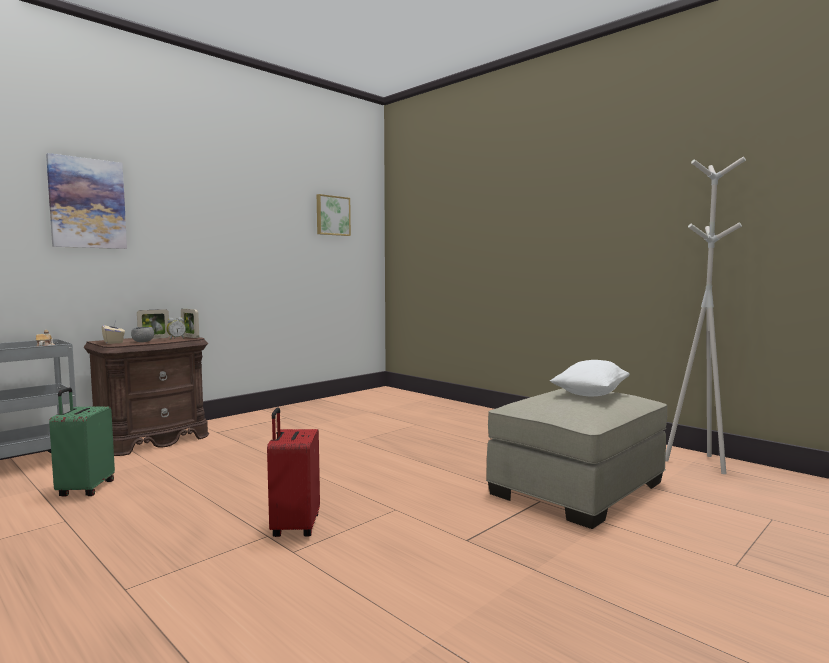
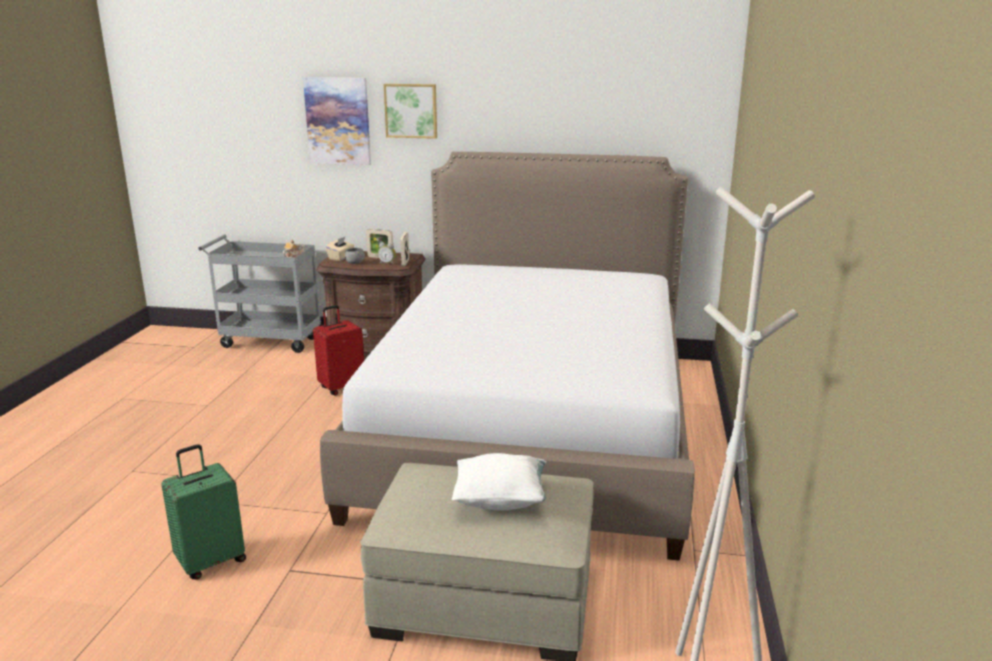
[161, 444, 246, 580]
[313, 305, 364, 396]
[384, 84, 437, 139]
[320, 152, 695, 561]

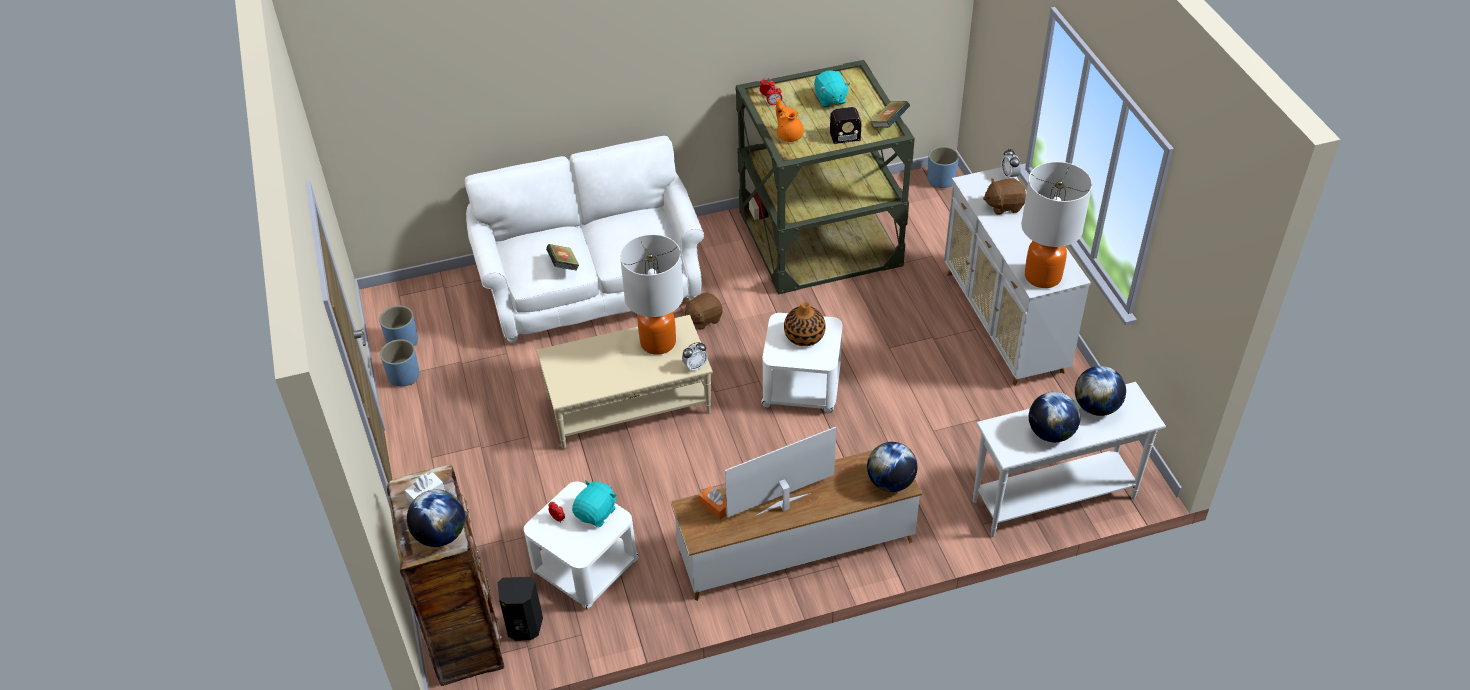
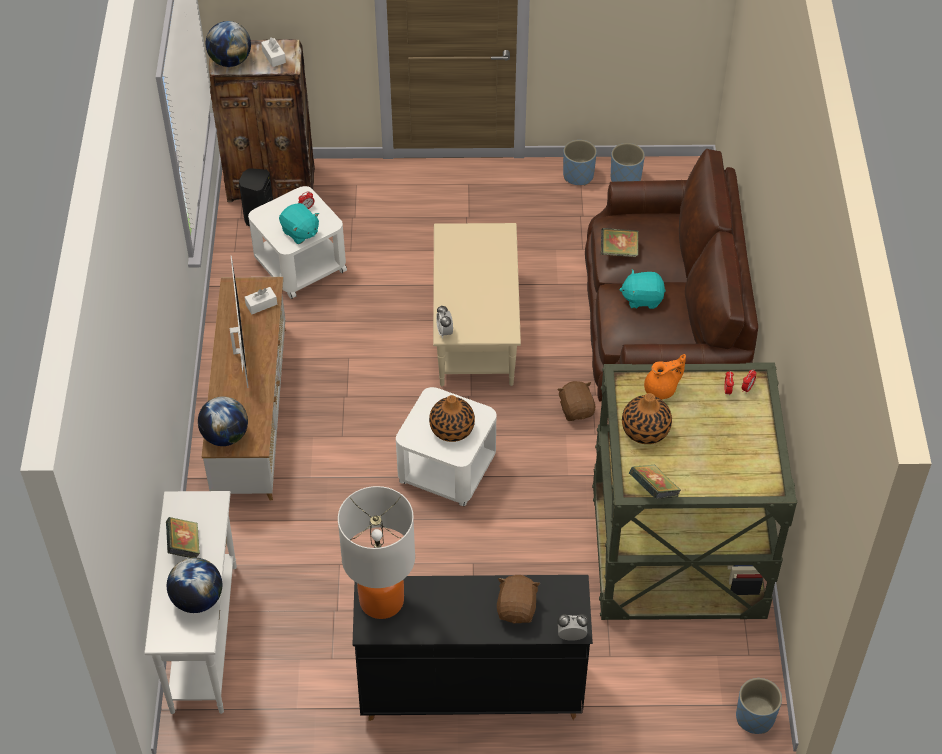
[585, 149, 758, 402]
[620, 234, 684, 355] (first image)
[245, 287, 277, 314]
[622, 393, 672, 444]
[619, 269, 666, 309]
[352, 575, 593, 721]
[166, 517, 200, 558]

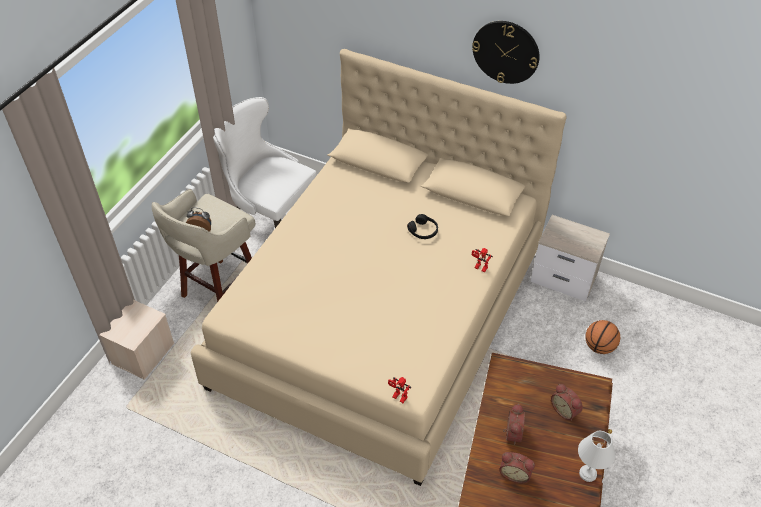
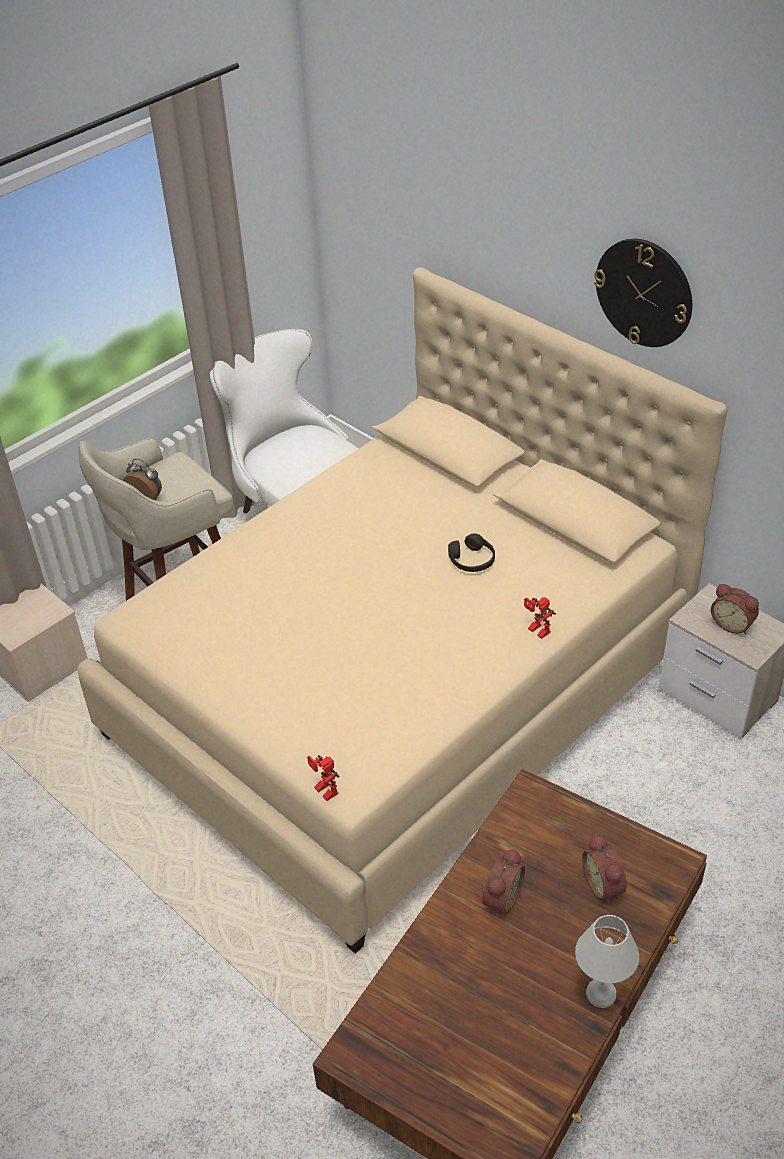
[711, 584, 759, 635]
[585, 320, 620, 354] (first image)

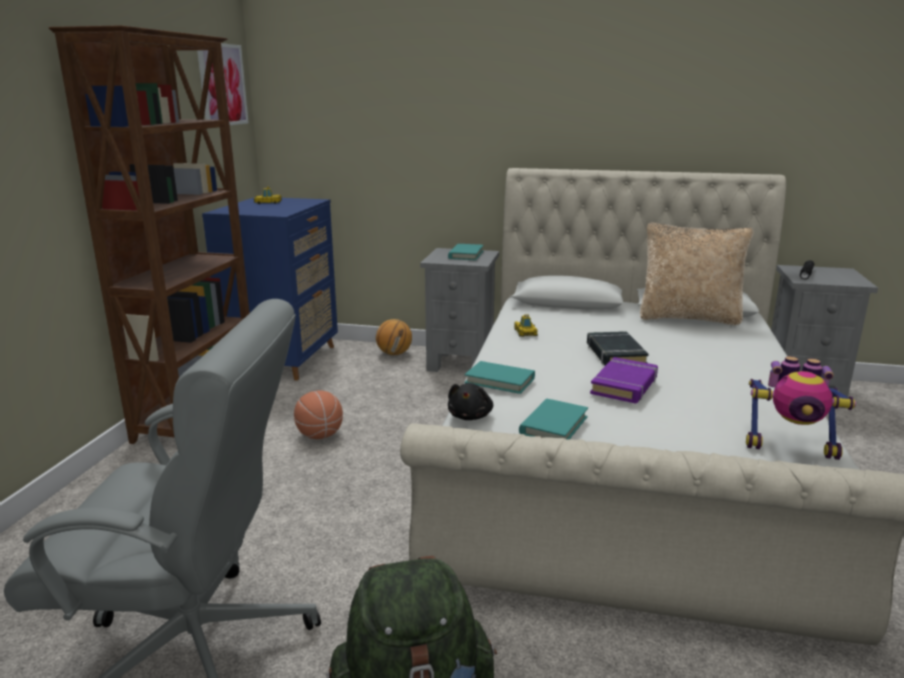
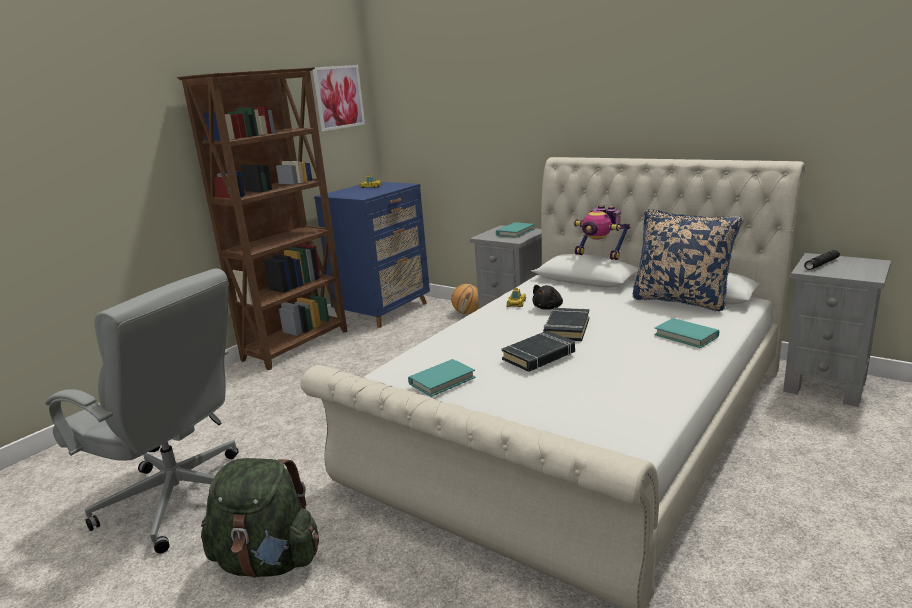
[294, 390, 343, 439] (first image)
[532, 285, 563, 310]
[654, 318, 719, 348]
[501, 331, 575, 372]
[633, 209, 744, 311]
[574, 205, 631, 260]

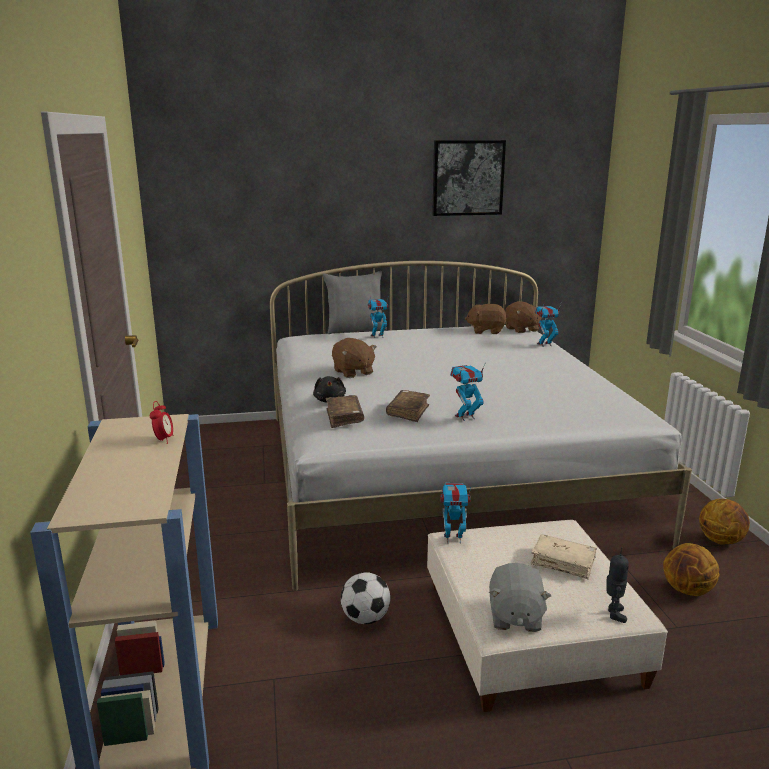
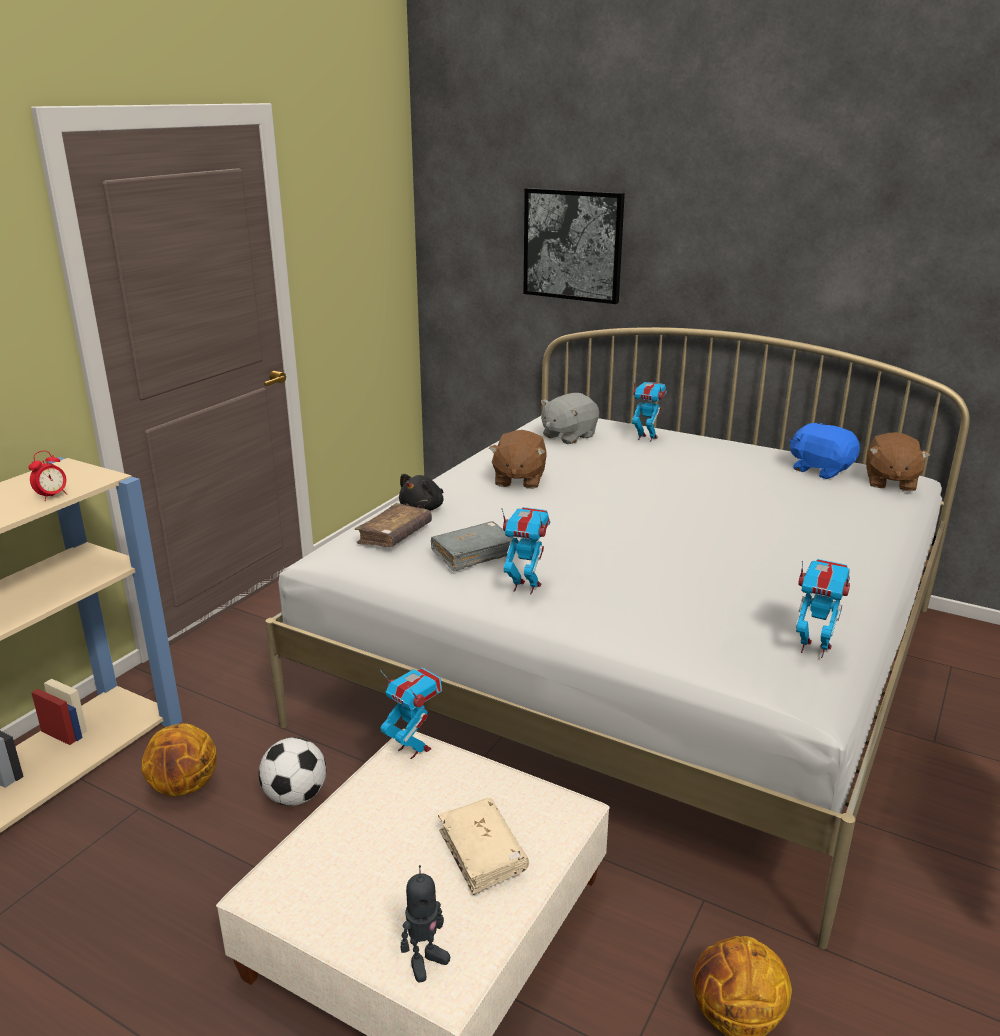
[323, 271, 387, 334] (first image)
[431, 521, 514, 571]
[524, 188, 625, 304]
[789, 423, 860, 479]
[540, 393, 599, 444]
[796, 559, 850, 658]
[141, 723, 217, 797]

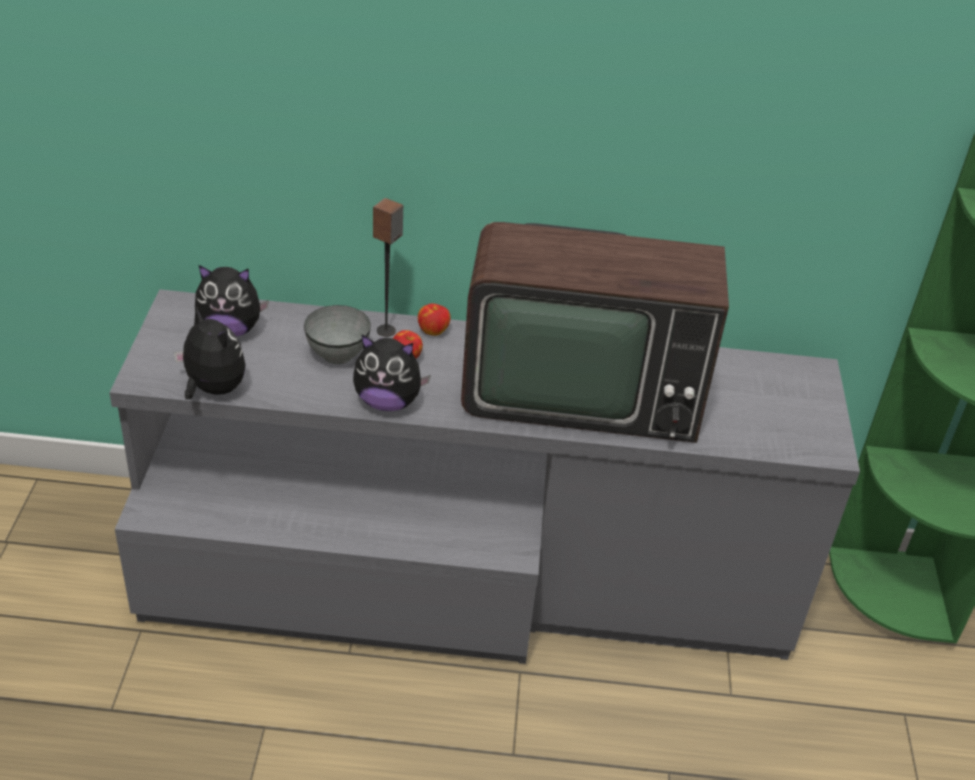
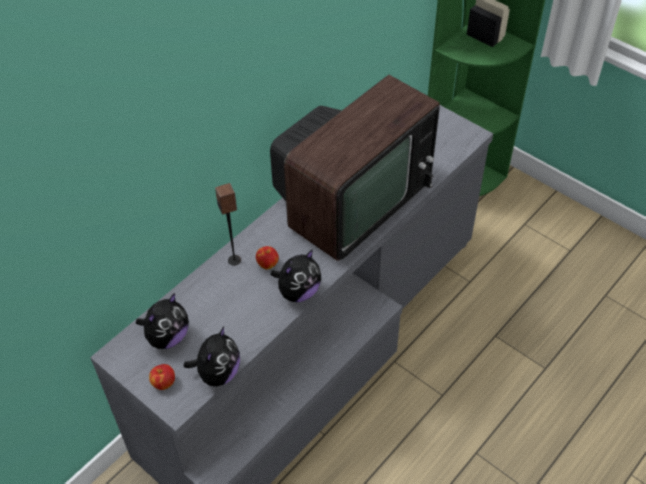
[184, 326, 240, 386]
[304, 305, 371, 364] (first image)
[149, 364, 175, 390]

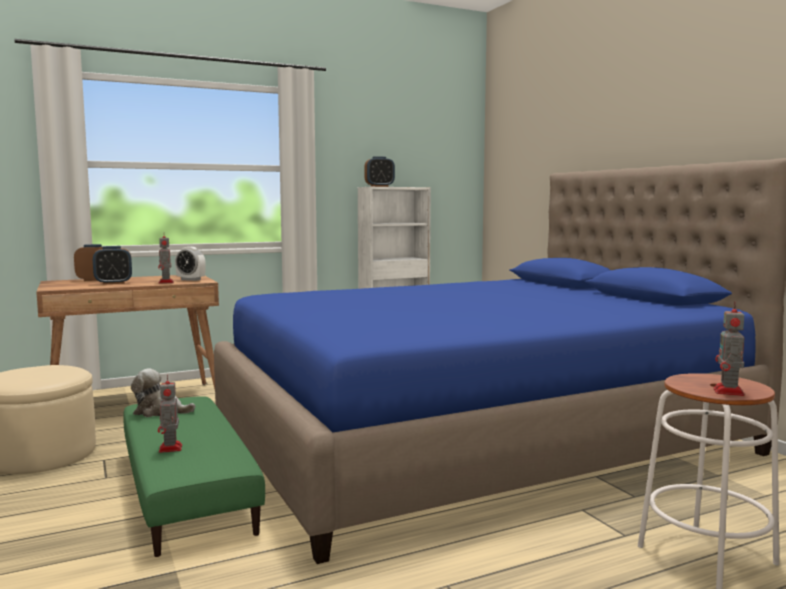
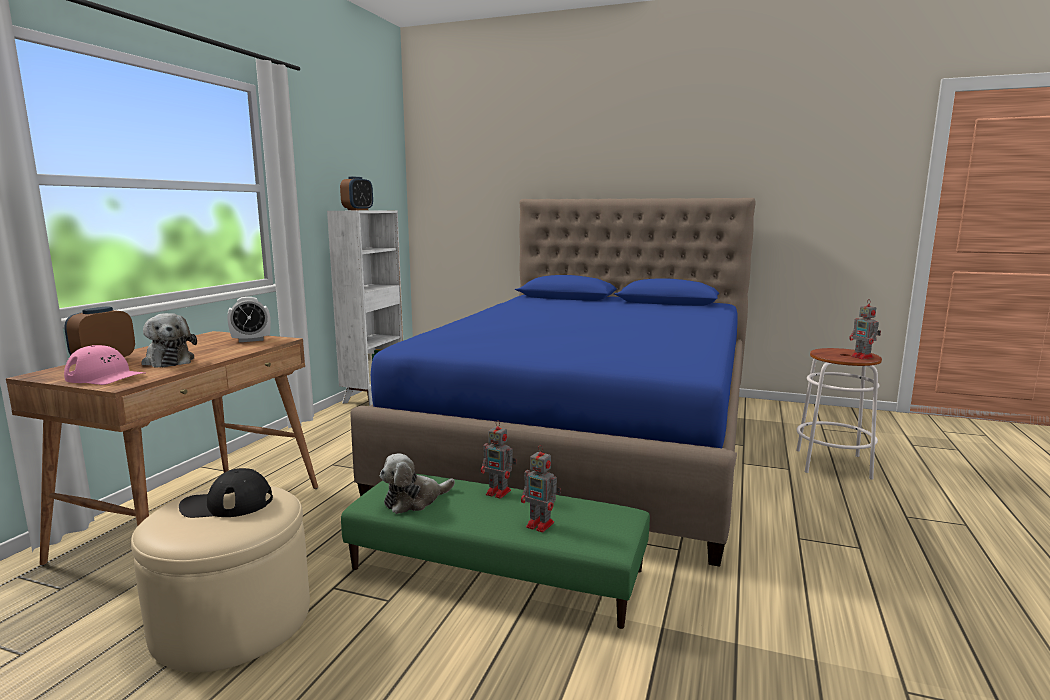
[141, 313, 197, 367]
[481, 420, 516, 499]
[64, 345, 146, 385]
[179, 468, 273, 518]

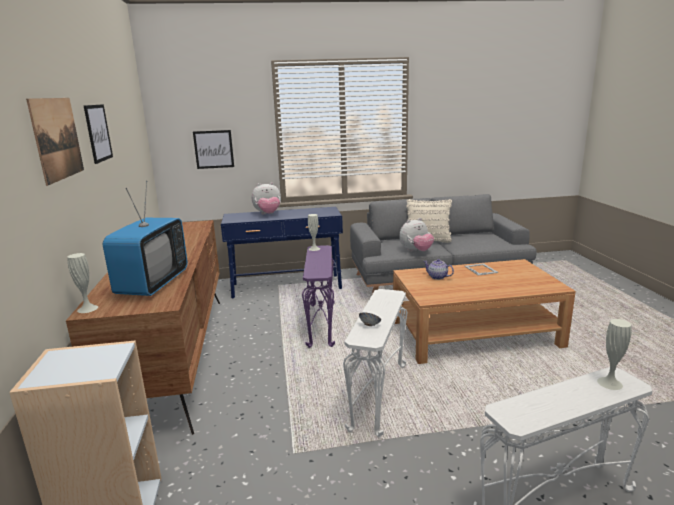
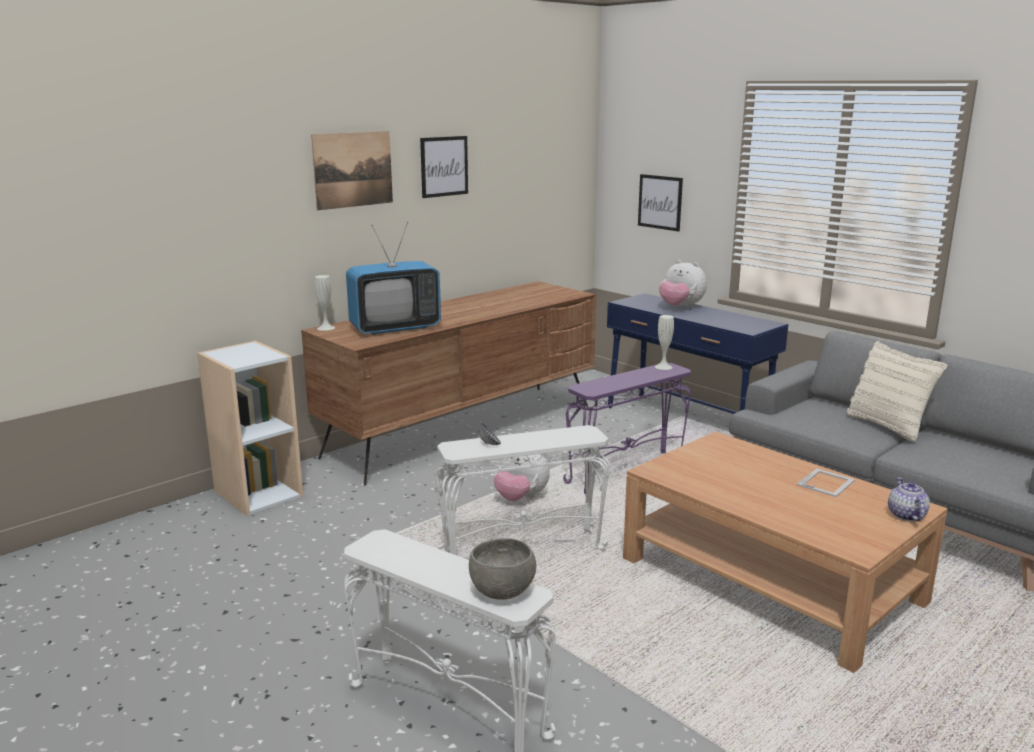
[494, 454, 550, 501]
[888, 477, 930, 521]
[469, 538, 536, 600]

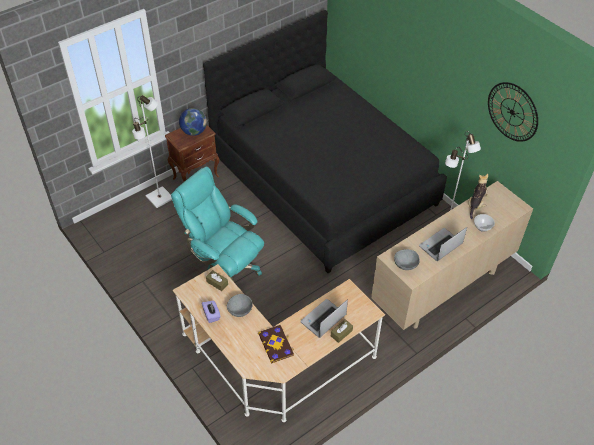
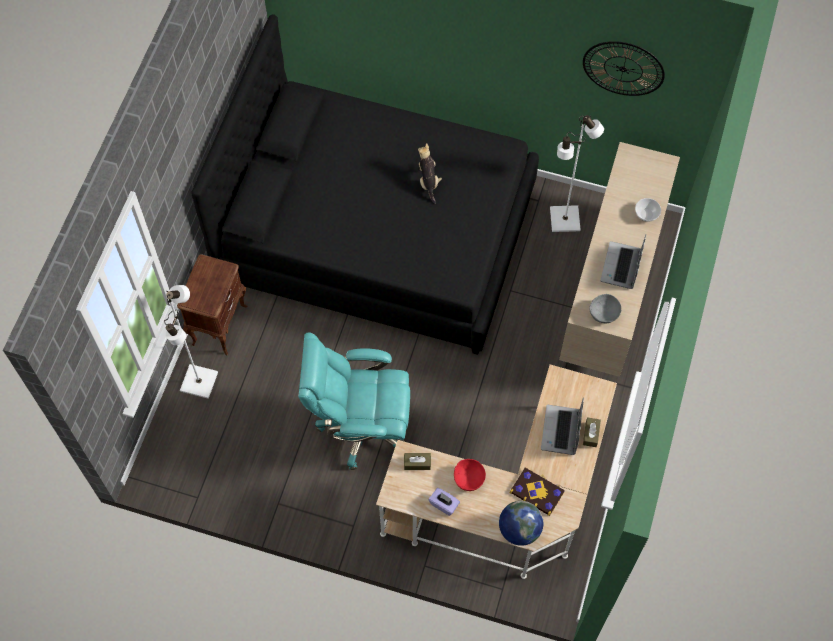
[499, 501, 543, 546]
[454, 459, 486, 491]
[418, 143, 442, 204]

